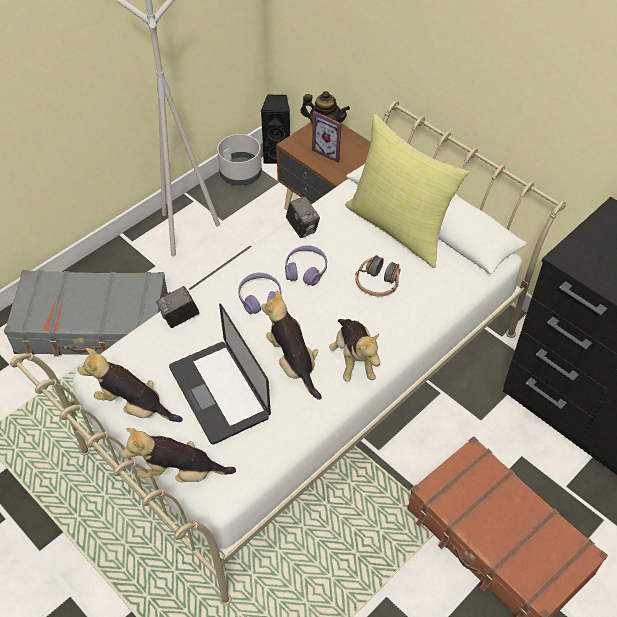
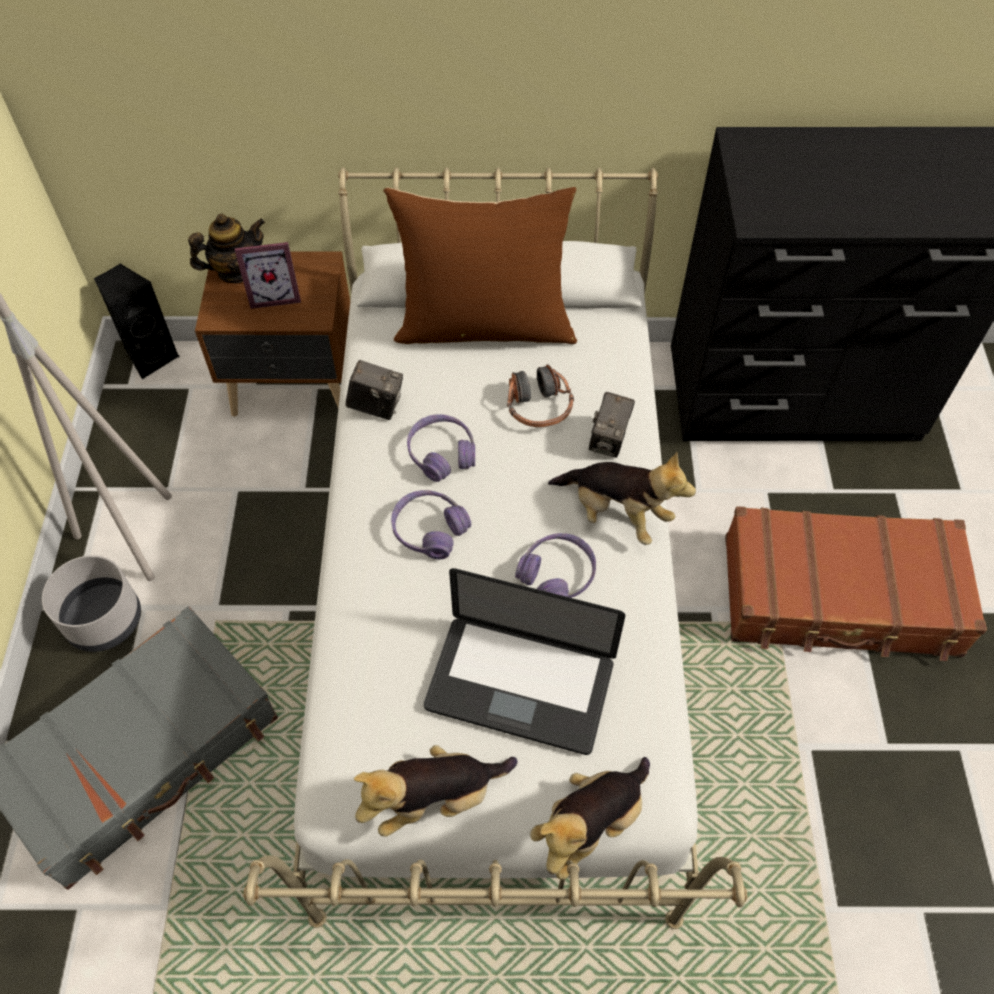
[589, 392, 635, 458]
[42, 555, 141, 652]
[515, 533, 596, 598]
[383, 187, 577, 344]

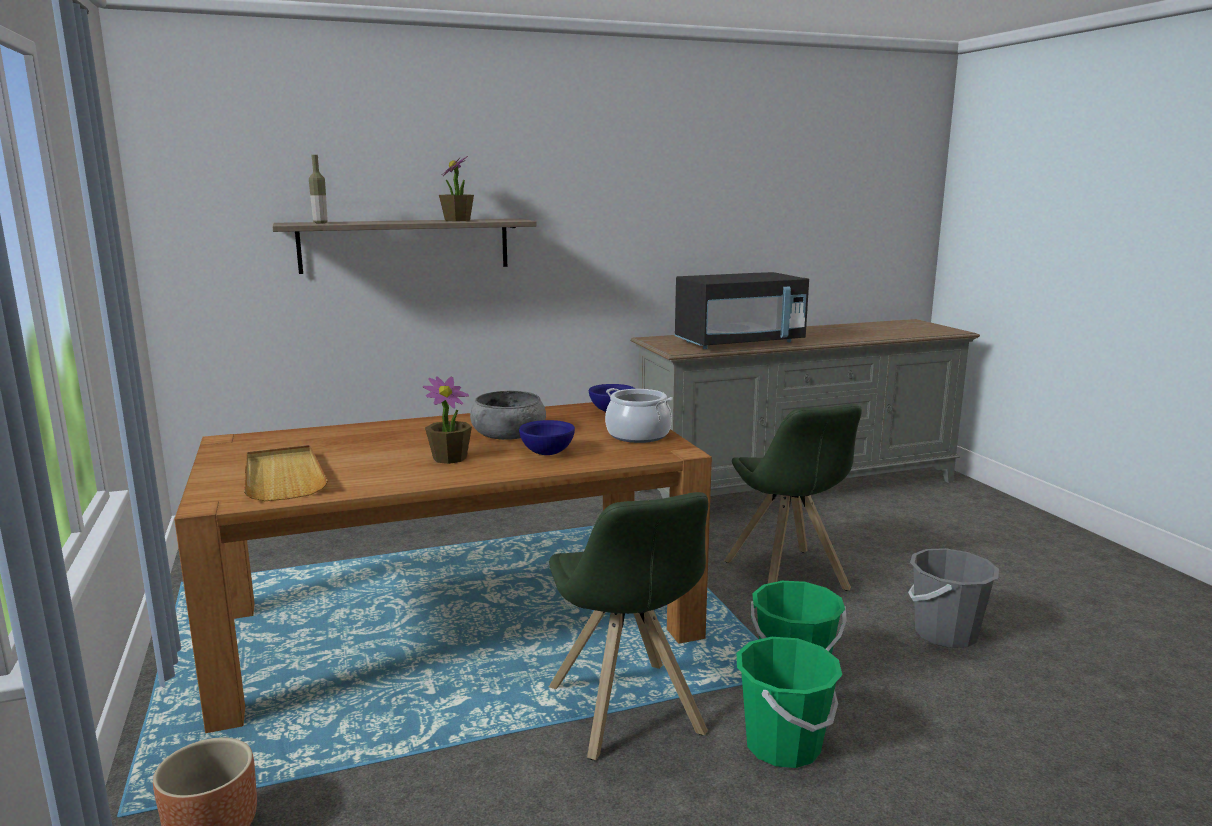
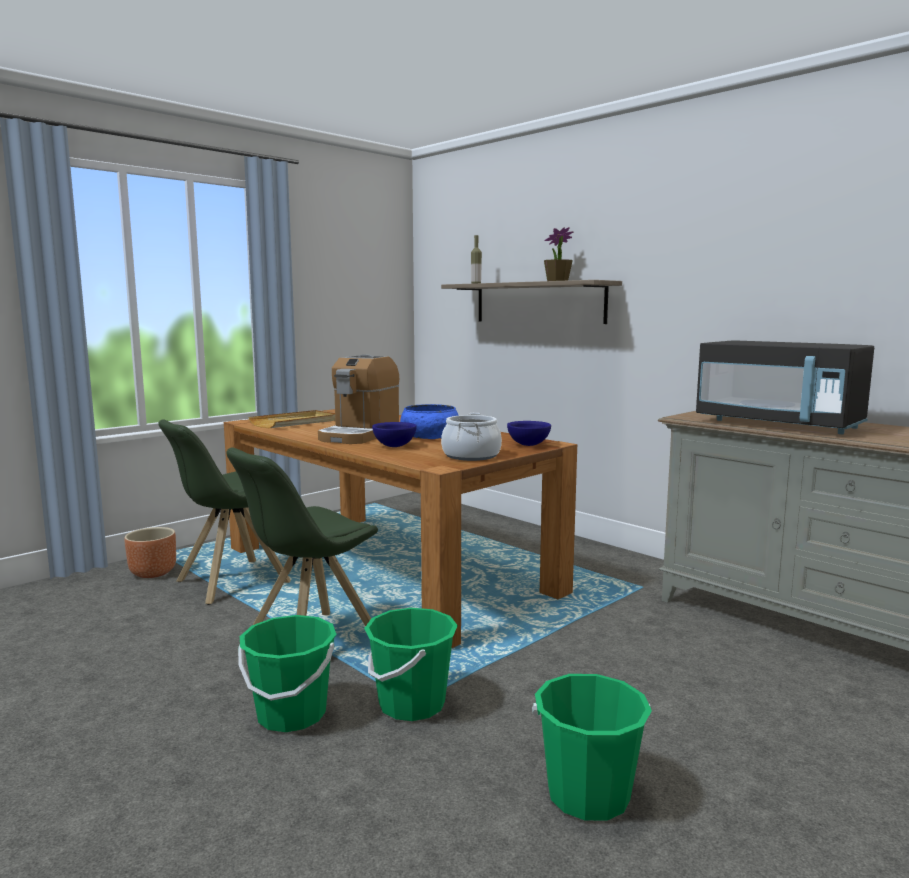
[318, 354, 399, 444]
[400, 404, 459, 439]
[158, 419, 291, 605]
[532, 674, 652, 821]

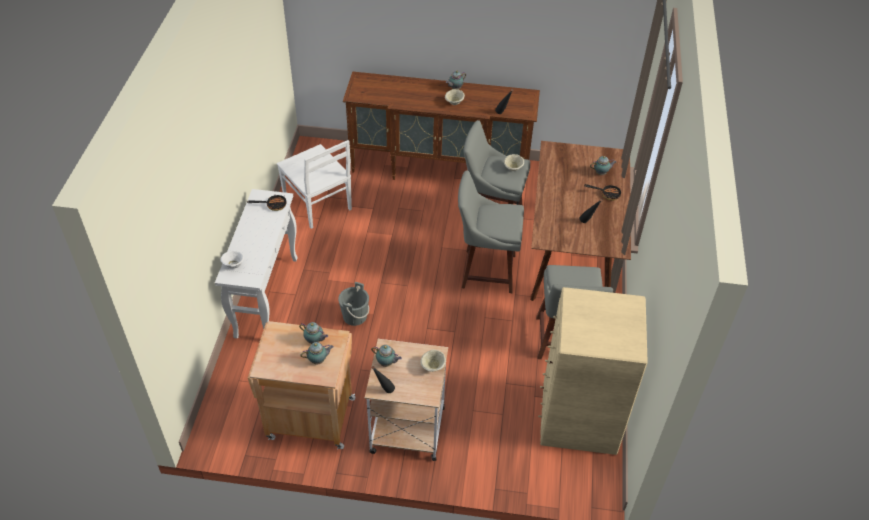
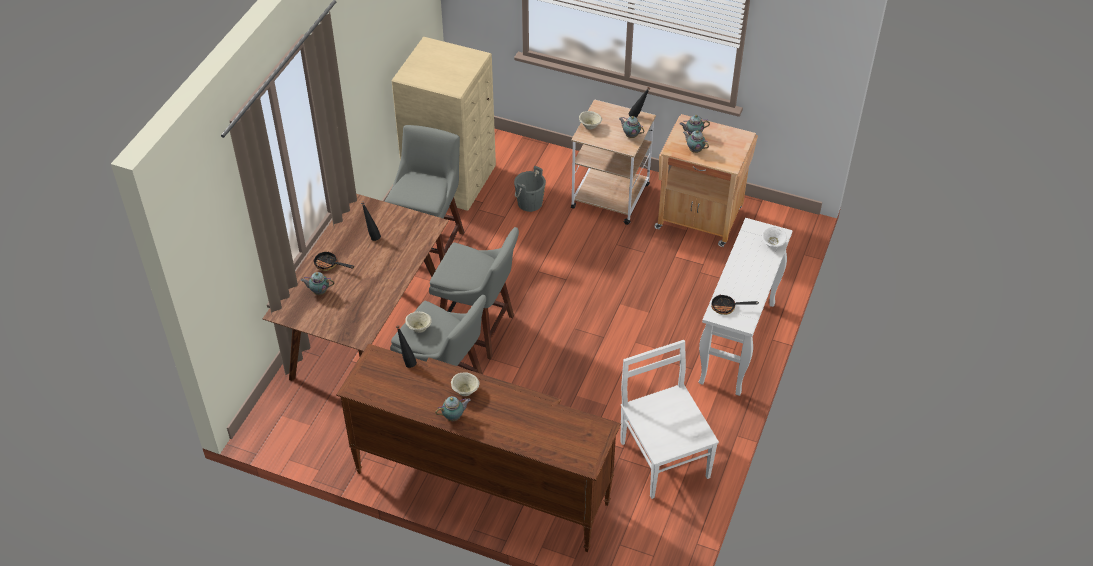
[514, 166, 546, 212]

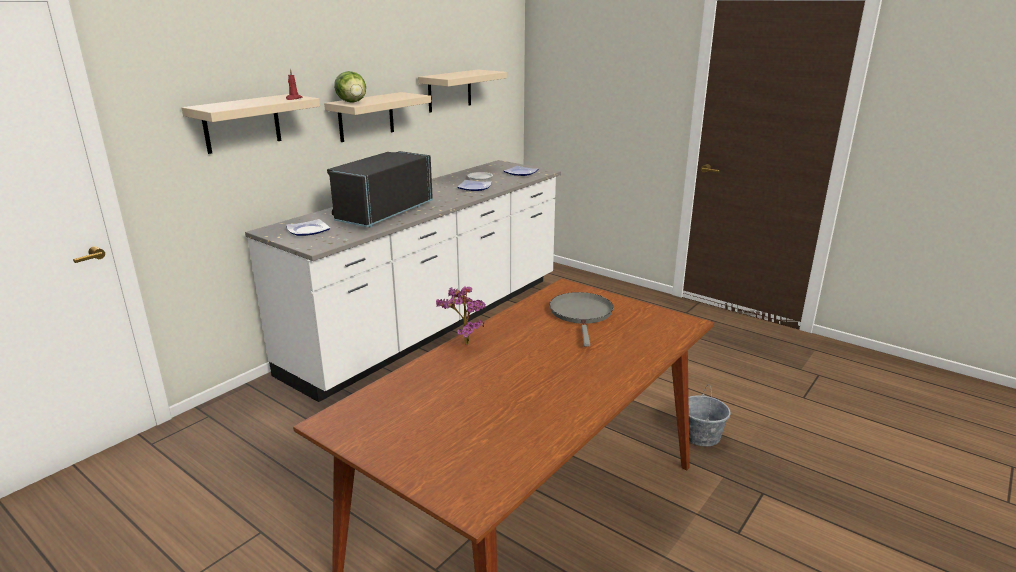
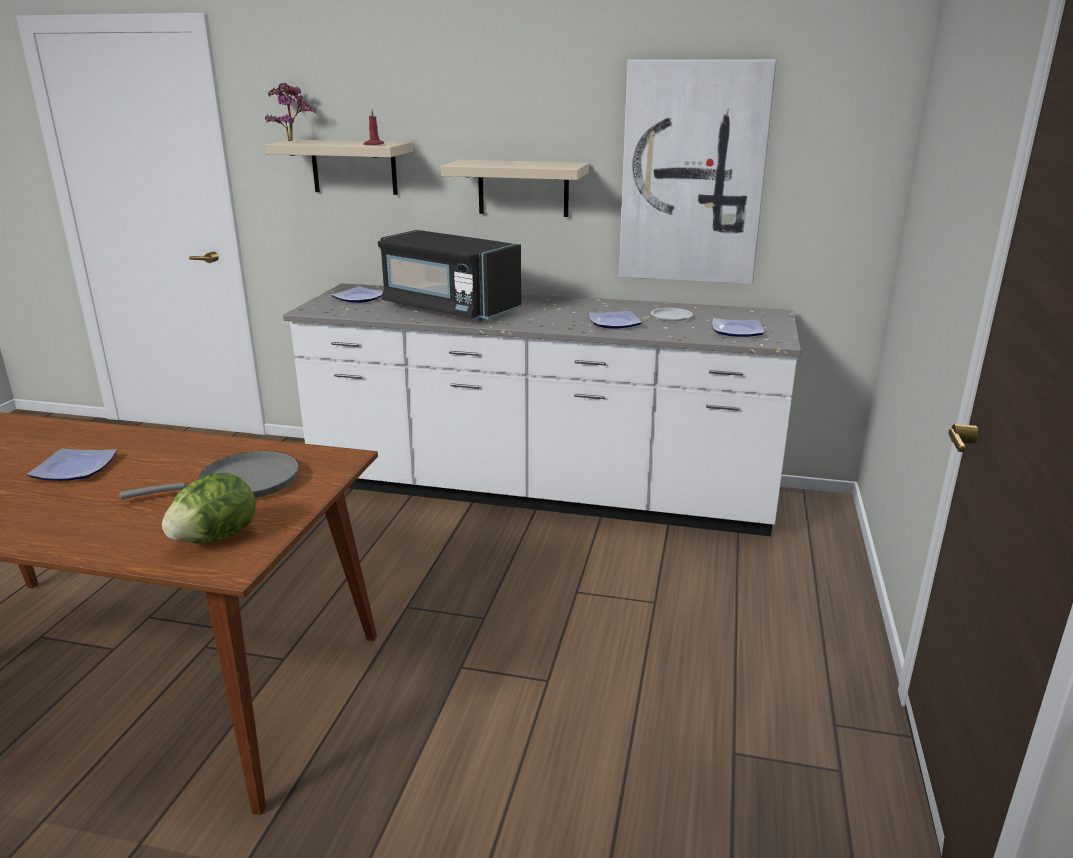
[378, 230, 521, 321]
[162, 473, 256, 544]
[619, 59, 776, 284]
[265, 83, 316, 141]
[689, 386, 731, 447] (first image)
[27, 449, 117, 481]

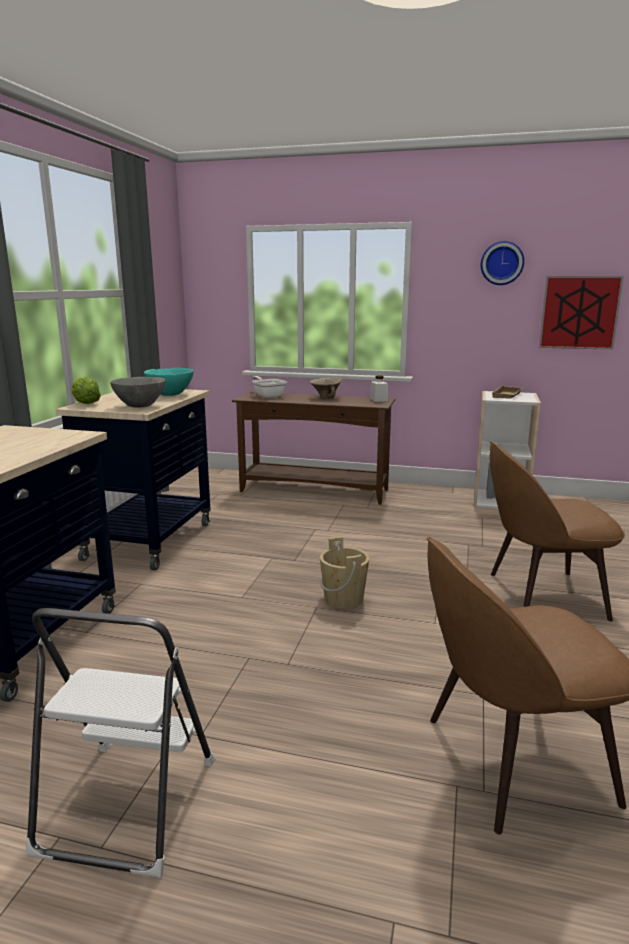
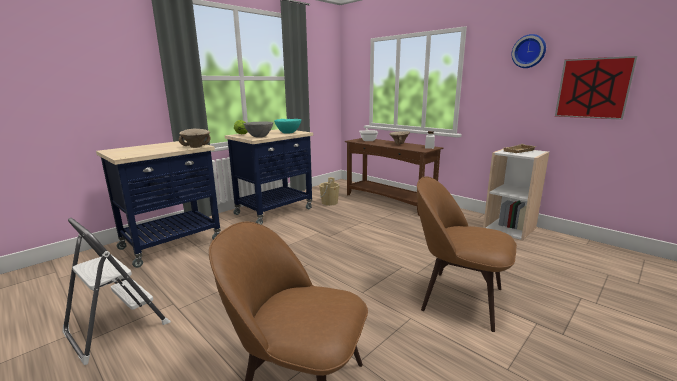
[319, 178, 340, 206]
[179, 129, 211, 148]

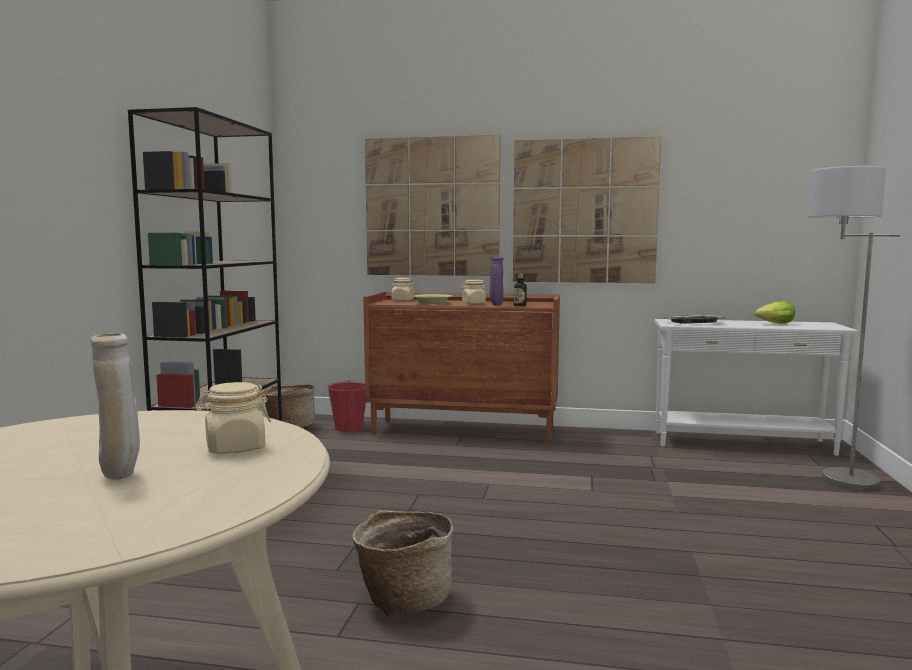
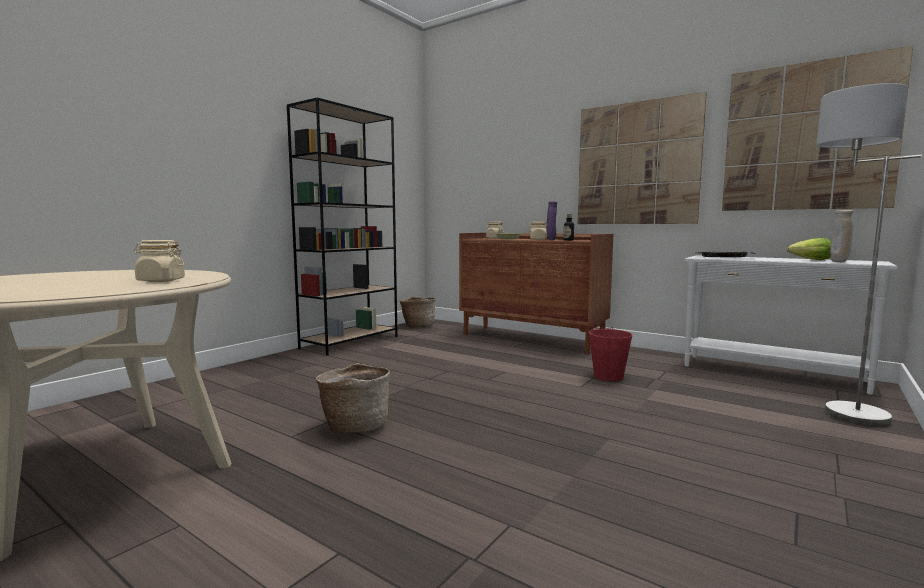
[830, 210, 854, 262]
[588, 327, 633, 381]
[722, 46, 913, 211]

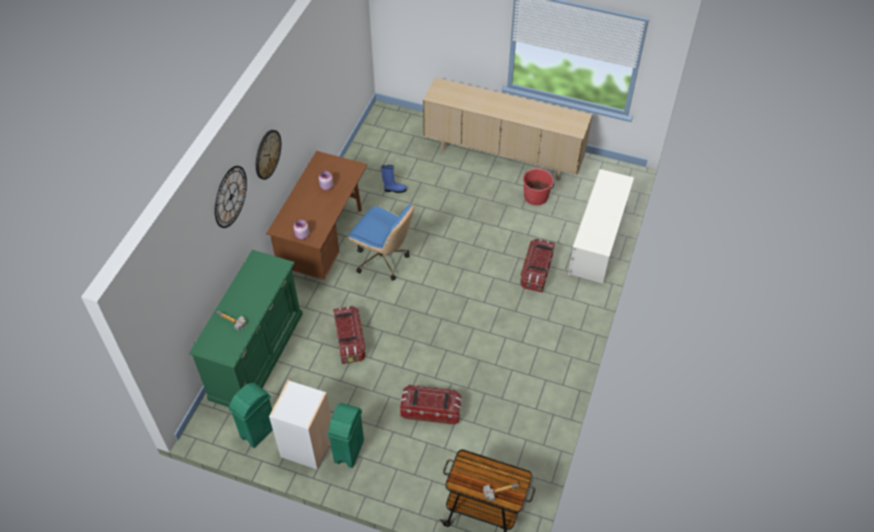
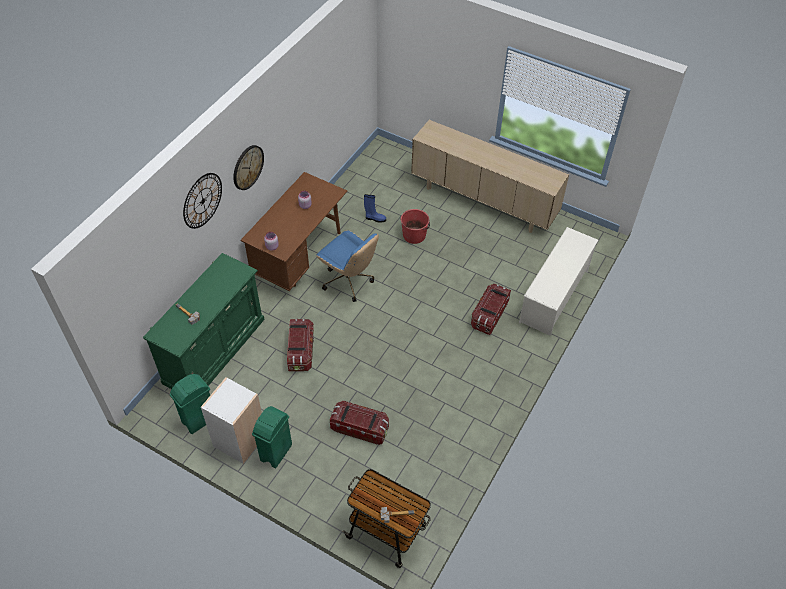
[401, 209, 430, 244]

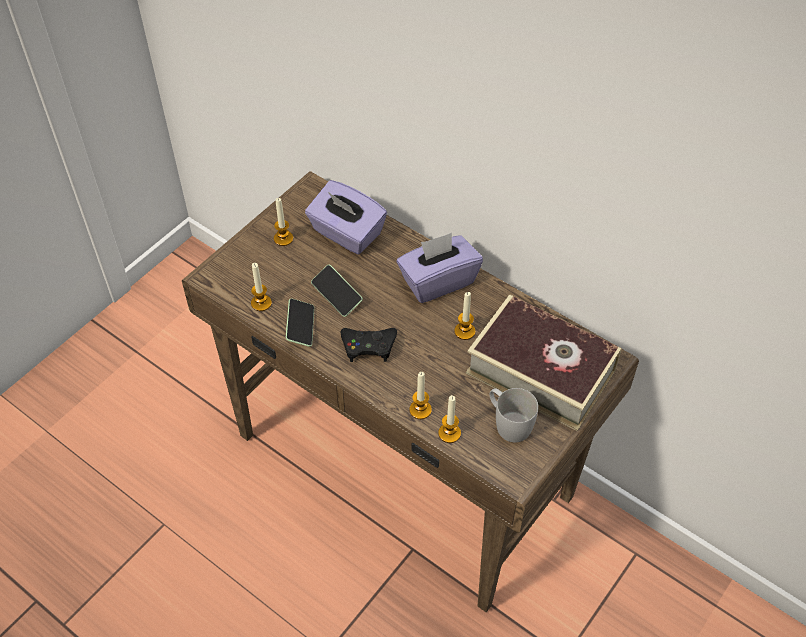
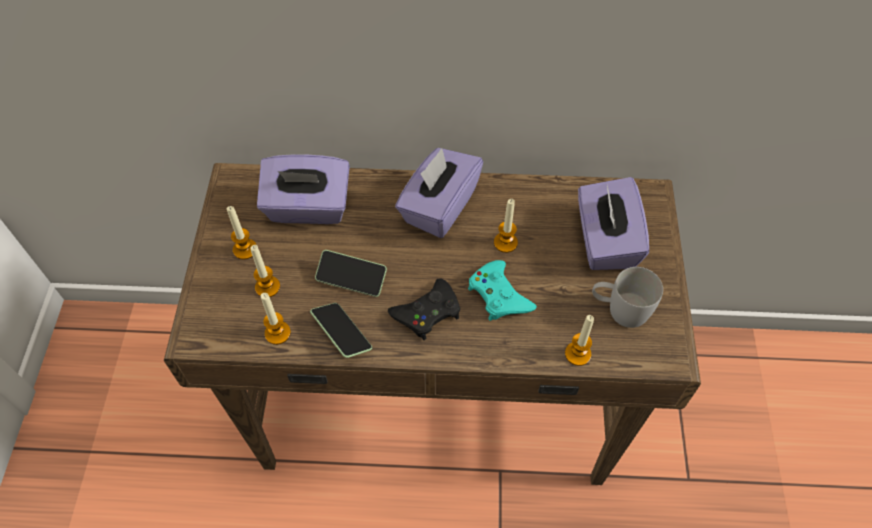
[250, 245, 280, 297]
[578, 177, 649, 270]
[468, 260, 537, 321]

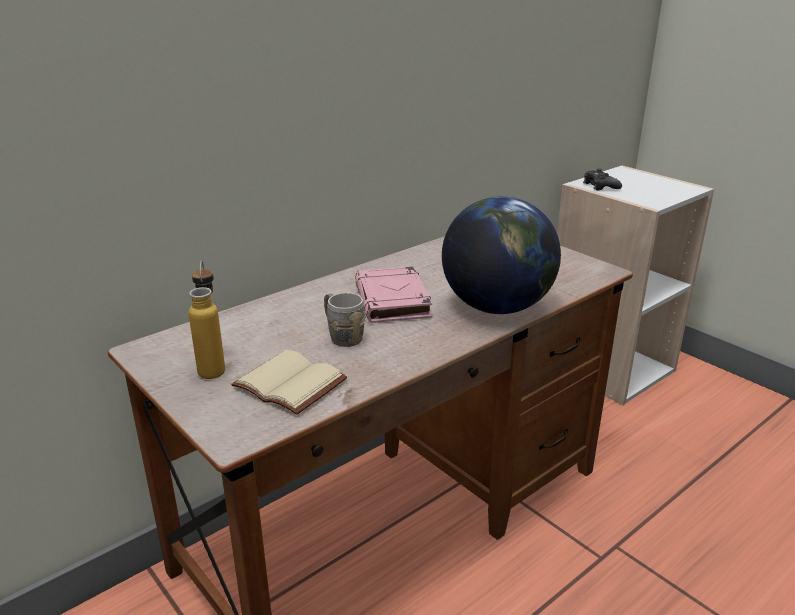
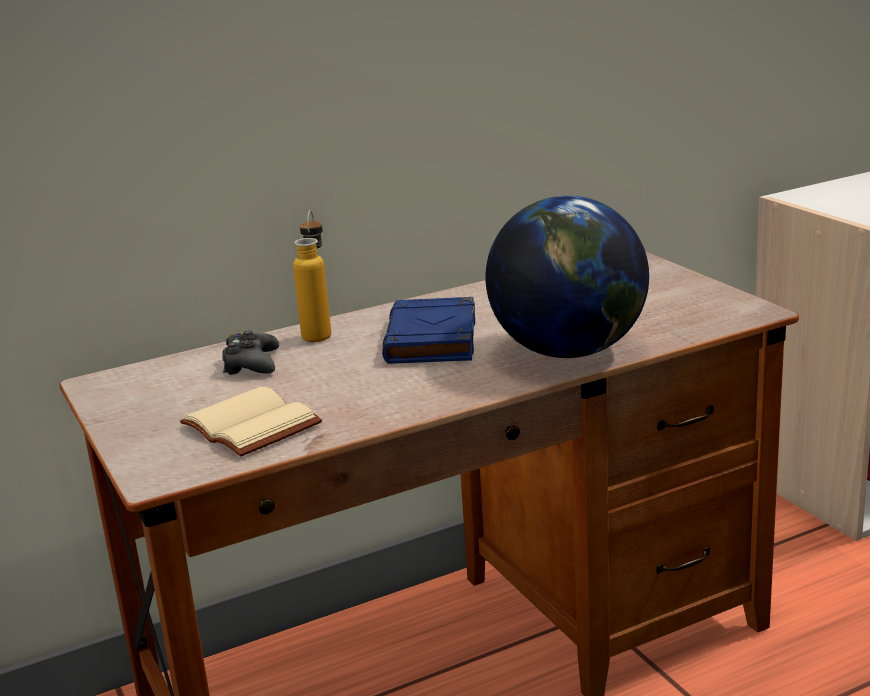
[293, 210, 331, 342]
[324, 293, 366, 347] (first image)
[382, 297, 475, 364]
[222, 330, 279, 375]

